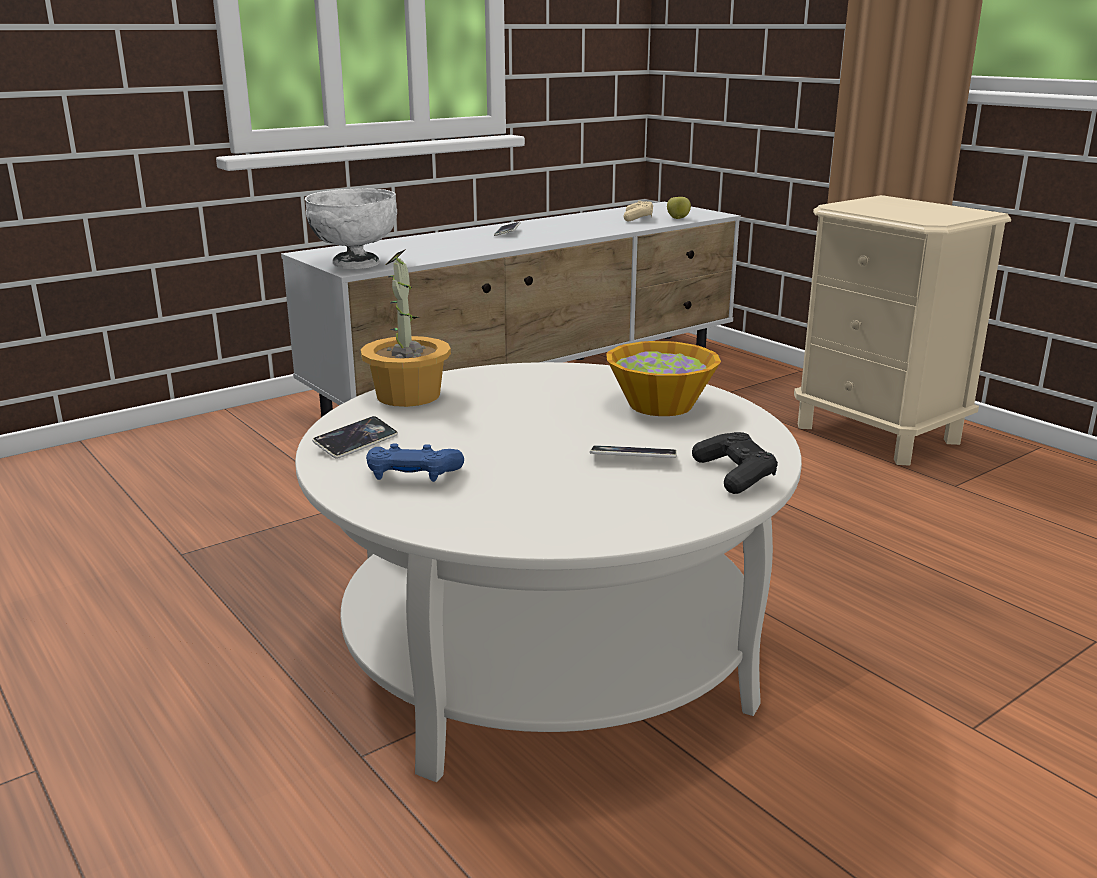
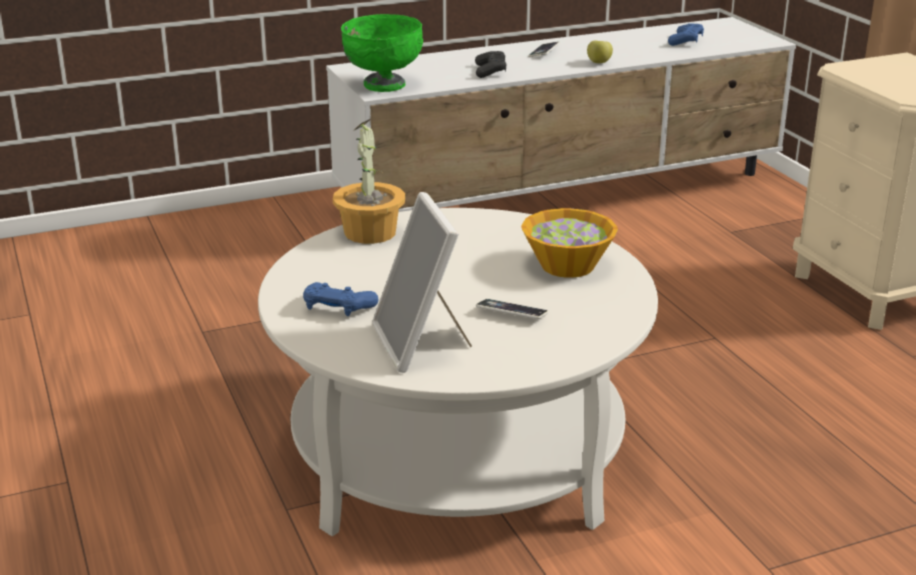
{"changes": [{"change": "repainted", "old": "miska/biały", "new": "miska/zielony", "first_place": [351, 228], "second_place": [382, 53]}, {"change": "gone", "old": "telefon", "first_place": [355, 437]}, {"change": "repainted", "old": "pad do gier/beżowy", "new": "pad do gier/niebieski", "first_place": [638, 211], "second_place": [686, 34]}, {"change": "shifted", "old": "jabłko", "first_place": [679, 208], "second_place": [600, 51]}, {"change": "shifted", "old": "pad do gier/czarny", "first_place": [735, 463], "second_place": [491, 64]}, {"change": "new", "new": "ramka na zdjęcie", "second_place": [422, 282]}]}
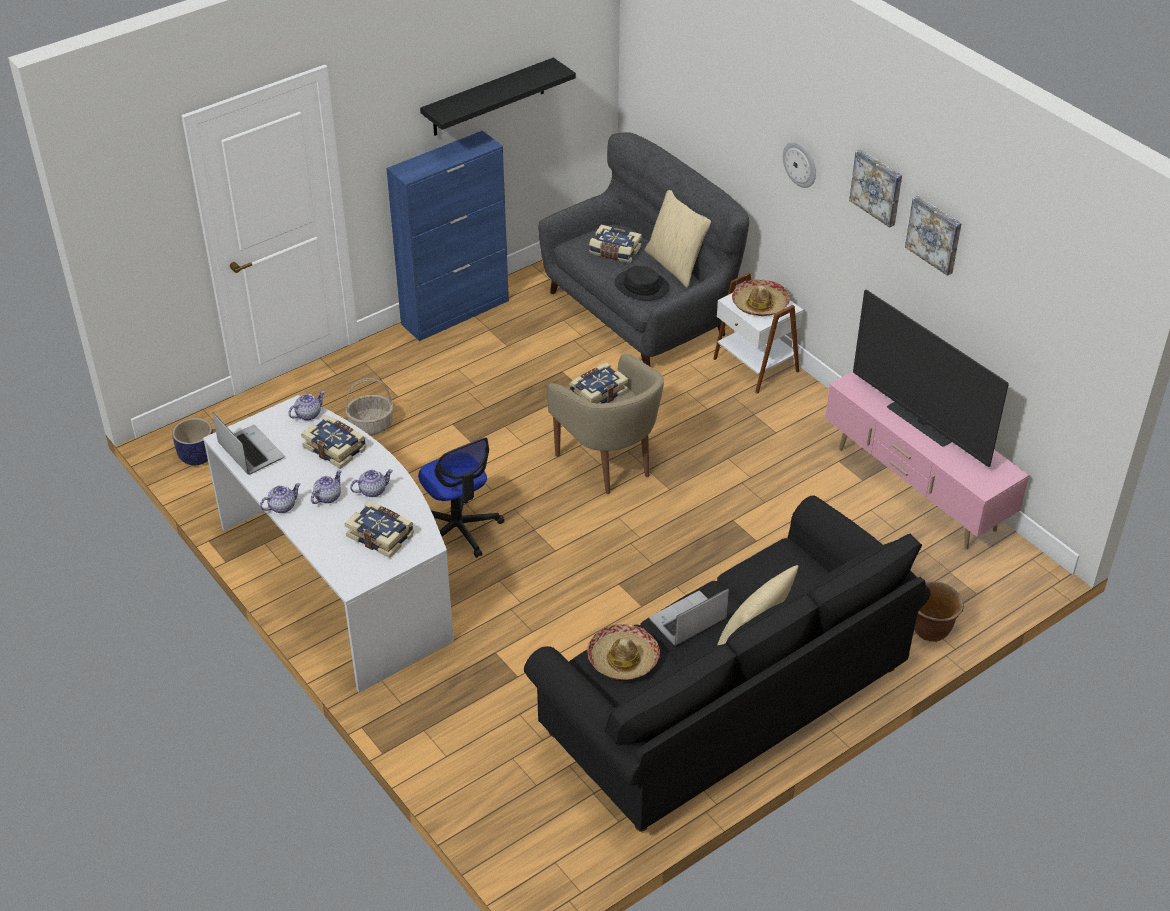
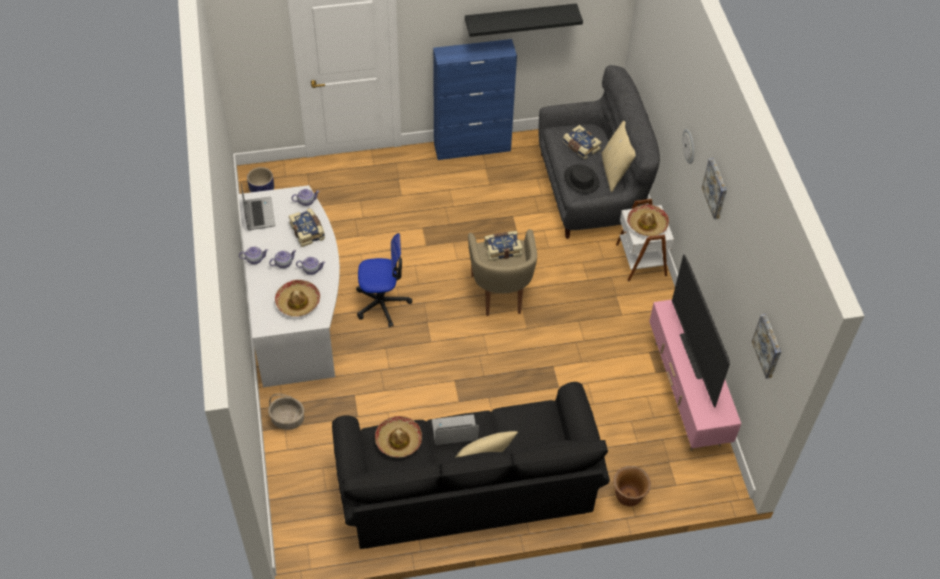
{"changes": [{"change": "swapped", "old": "książka", "new": "kapelusz", "first_place": [379, 529], "second_place": [297, 298]}, {"change": "shifted", "old": "koszyk", "first_place": [369, 406], "second_place": [286, 412]}, {"change": "rotated", "old": "krzesło biurowe", "first_place": [461, 497], "second_place": [384, 280], "degrees": -90}, {"change": "shifted", "old": "obraz", "first_place": [933, 236], "second_place": [766, 346]}]}
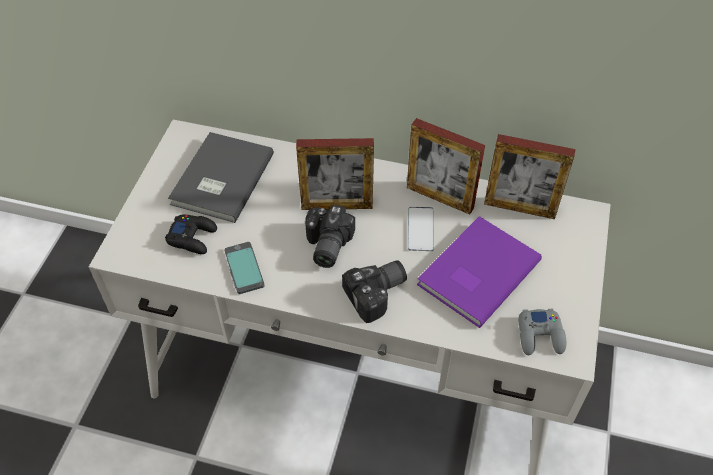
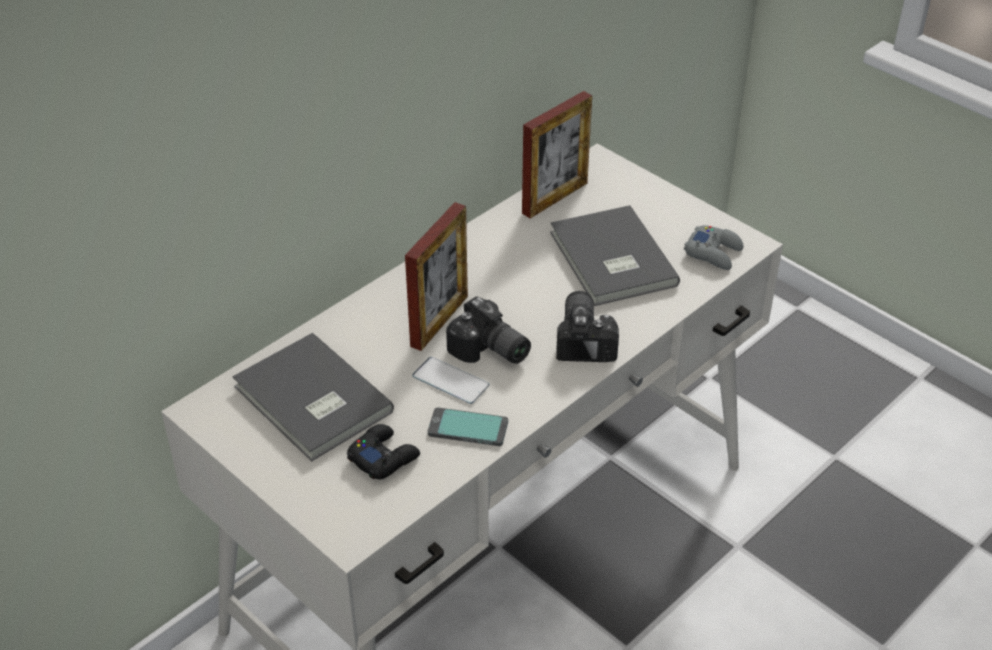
{"changes": [{"change": "gone", "old": "ramka na zdjęcie", "first_place": [446, 166]}, {"change": "shifted", "old": "telefon", "first_place": [421, 229], "second_place": [450, 380]}, {"change": "repainted", "old": "książka/fioletowy", "new": "książka/szary", "first_place": [479, 272], "second_place": [615, 255]}]}
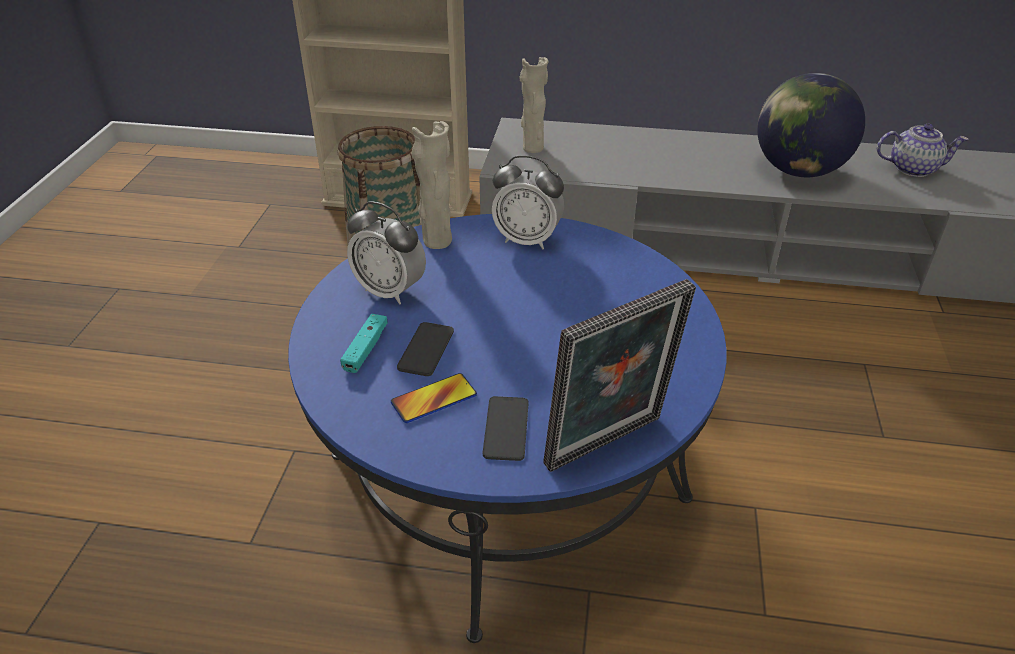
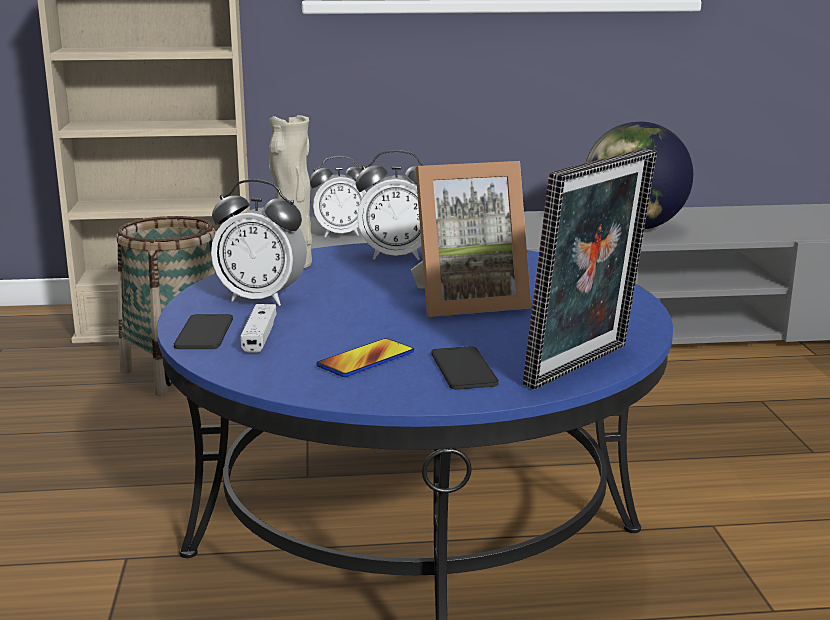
{"changes": [{"change": "repainted", "old": "pad do gier/turkusowy", "new": "pad do gier/biały", "first_place": [364, 343], "second_place": [258, 328]}, {"change": "shifted", "old": "telefon", "first_place": [425, 349], "second_place": [203, 331]}, {"change": "swapped", "old": "wazon/beżowy", "new": "budzik", "first_place": [534, 105], "second_place": [338, 197]}, {"change": "gone", "old": "imbryk", "first_place": [923, 150]}, {"change": "new", "new": "ramka na zdjęcie", "second_place": [471, 239]}]}
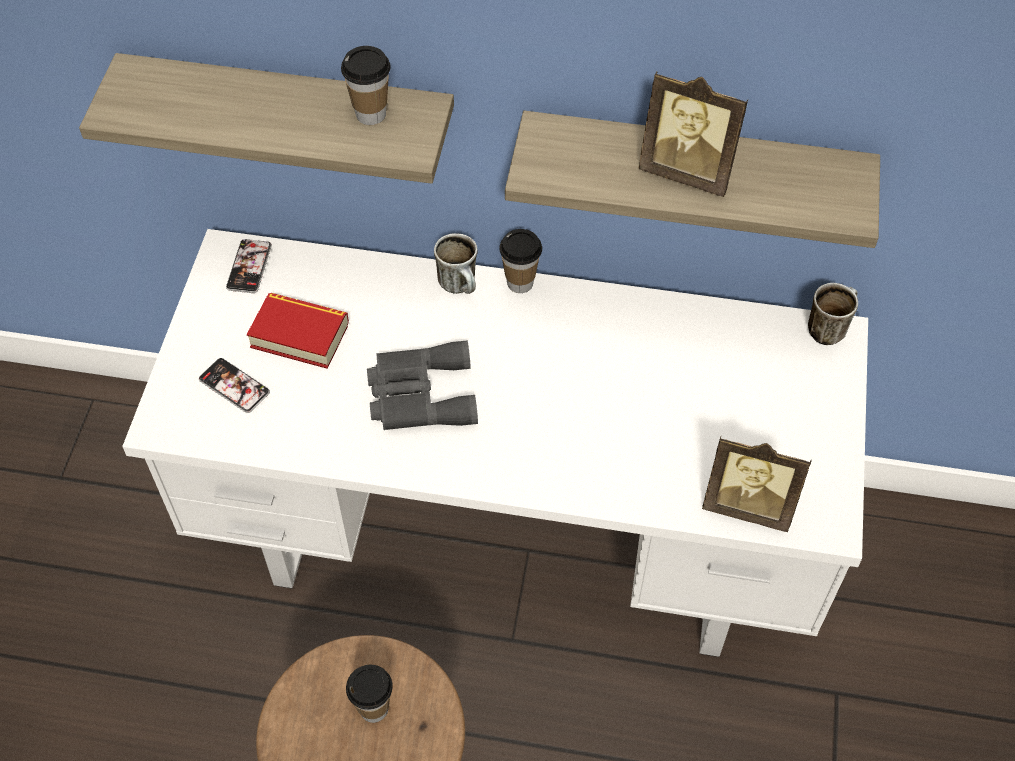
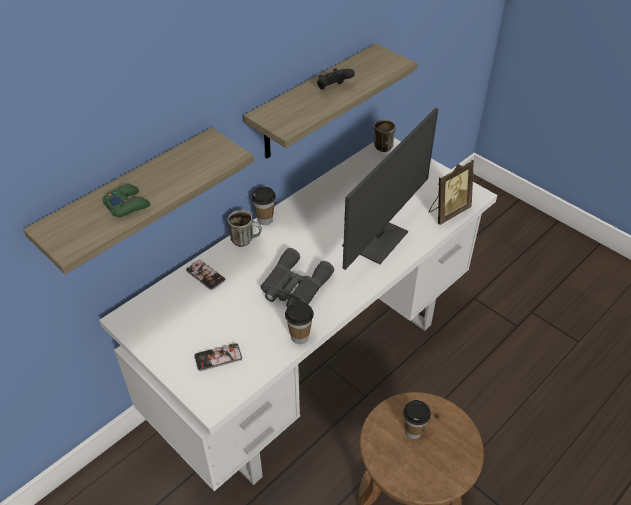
{"changes": [{"change": "shifted", "old": "telefon", "first_place": [249, 266], "second_place": [206, 275]}, {"change": "gone", "old": "książka", "first_place": [298, 331]}, {"change": "shifted", "old": "filiżanka", "first_place": [366, 85], "second_place": [299, 322]}, {"change": "swapped", "old": "ramka na zdjęcie", "new": "pad do gier/czarny", "first_place": [693, 134], "second_place": [336, 78]}, {"change": "new", "new": "pad do gier/zielony", "second_place": [126, 200]}, {"change": "new", "new": "monitor", "second_place": [390, 189]}]}
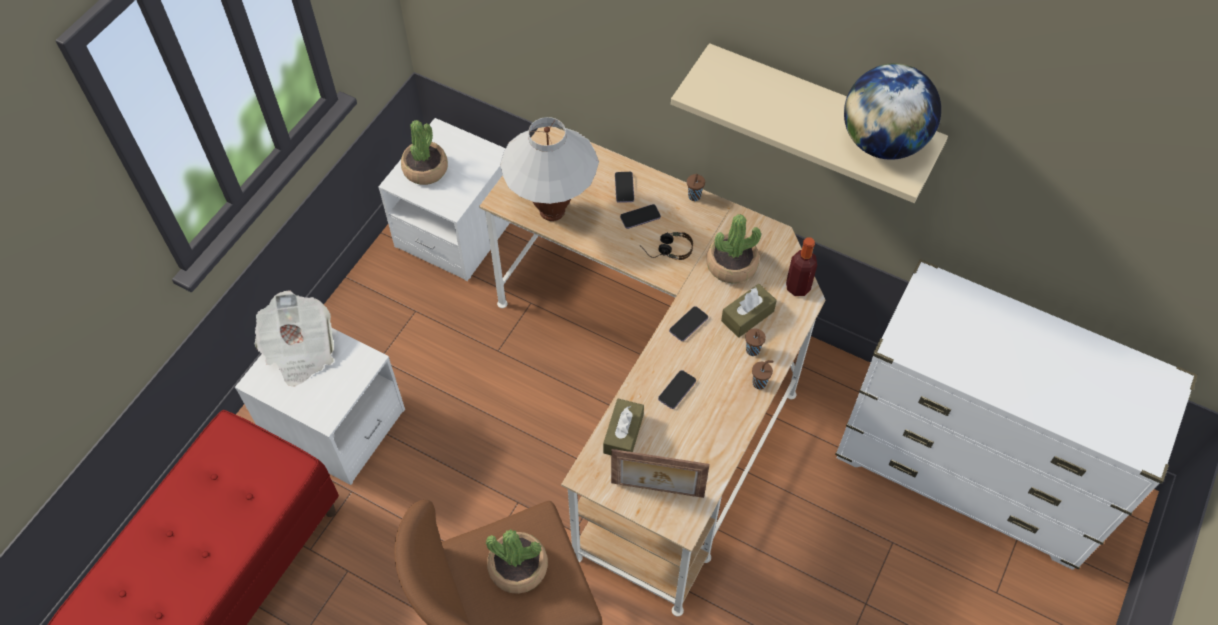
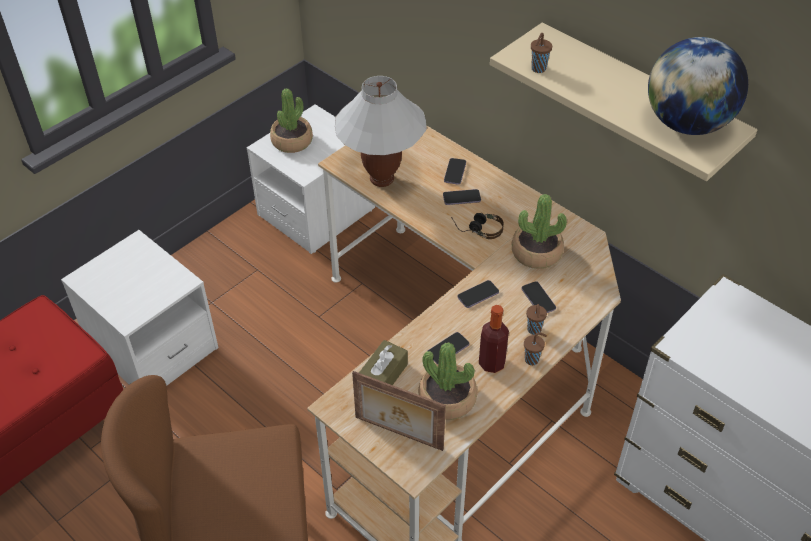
{"changes": [{"change": "gone", "old": "gazeta", "first_place": [294, 338]}, {"change": "shifted", "old": "roślina doniczkowa", "first_place": [517, 561], "second_place": [447, 381]}, {"change": "shifted", "old": "filiżanka/brązowy", "first_place": [696, 187], "second_place": [541, 53]}, {"change": "swapped", "old": "pudełko chusteczek/brązowy", "new": "telefon", "first_place": [749, 311], "second_place": [538, 297]}, {"change": "shifted", "old": "butelka", "first_place": [801, 266], "second_place": [494, 339]}]}
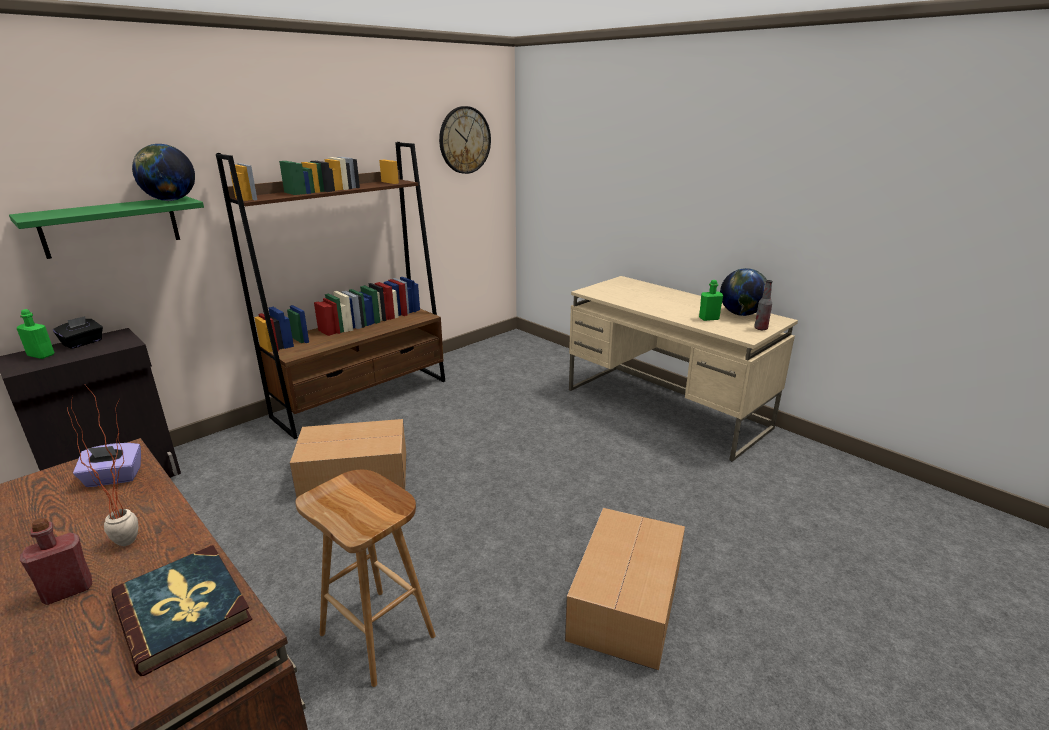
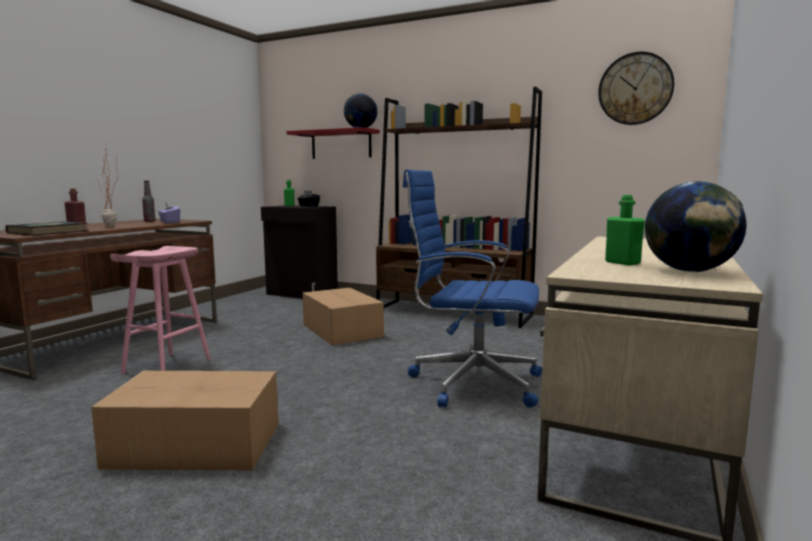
{"changes": [{"change": "repainted", "old": "półka/zielony", "new": "półka/czerwony", "first_place": [106, 227], "second_place": [333, 143]}, {"change": "repainted", "old": "stołek/brązowy", "new": "stołek/różowy", "first_place": [365, 578], "second_place": [160, 310]}, {"change": "shifted", "old": "butelka", "first_place": [763, 305], "second_place": [149, 201]}, {"change": "new", "new": "krzesło biurowe/niebieski", "second_place": [472, 288]}]}
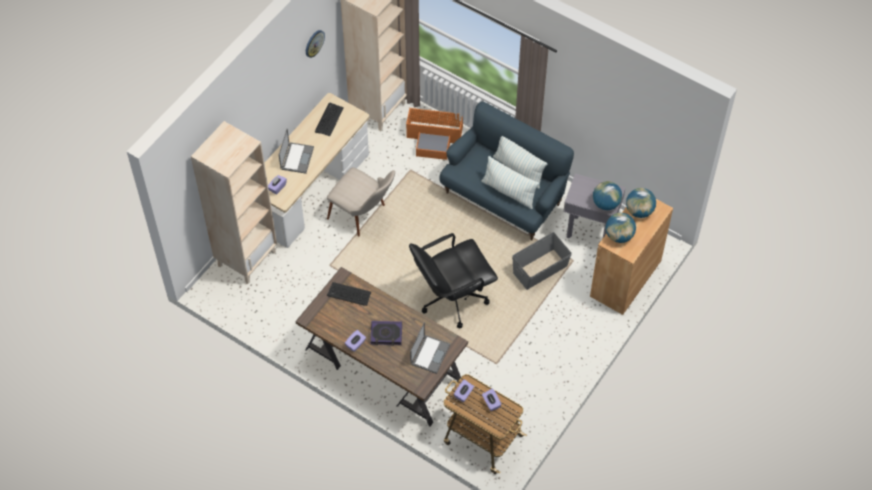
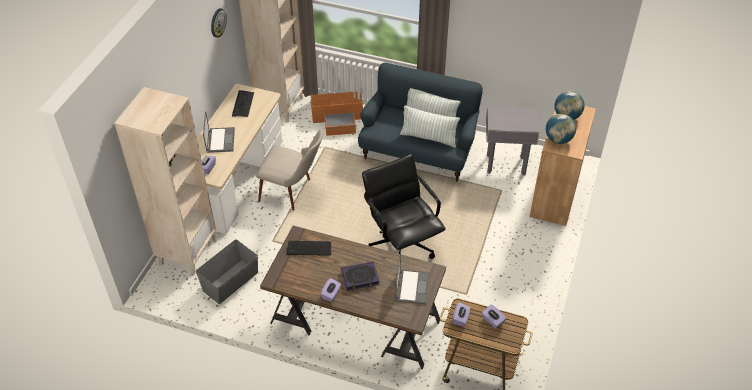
{"changes": [{"change": "rotated", "old": "krzesło biurowe/czarny", "first_place": [453, 280], "second_place": [404, 206], "degrees": 105}, {"change": "shifted", "old": "pojemnik do przechowywania/szary", "first_place": [542, 261], "second_place": [227, 271]}, {"change": "gone", "old": "globus", "first_place": [607, 195]}]}
